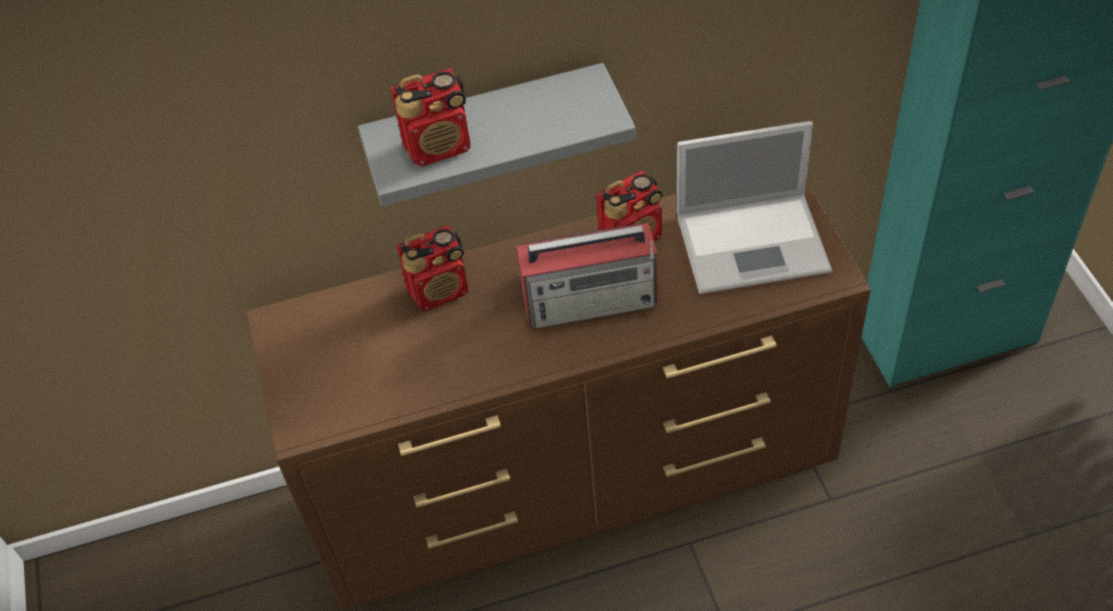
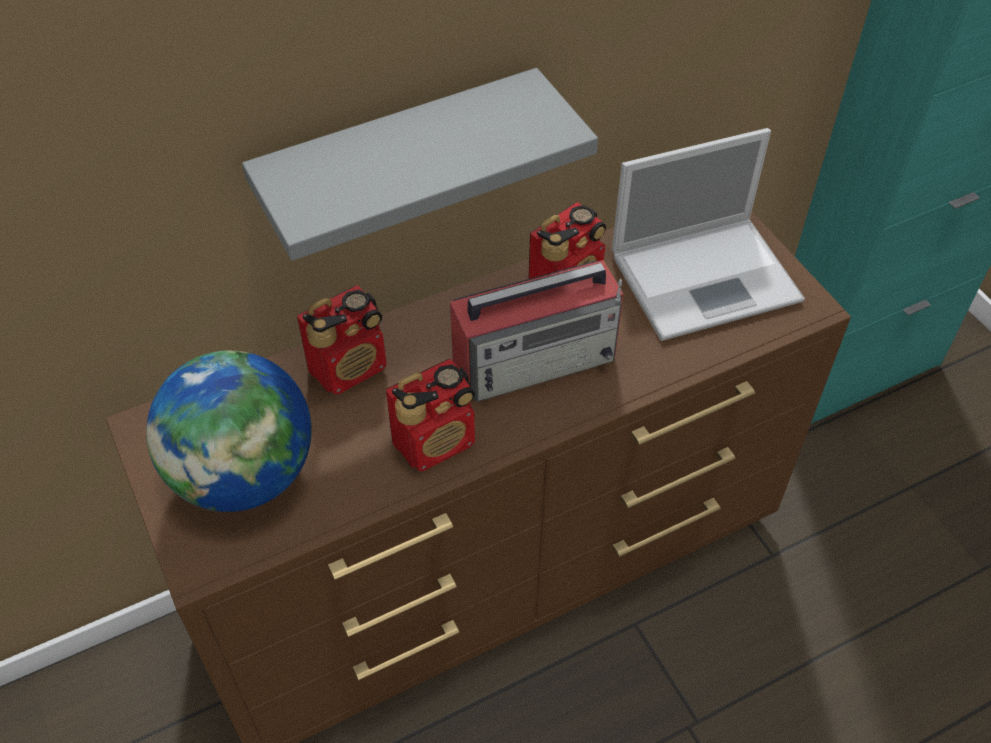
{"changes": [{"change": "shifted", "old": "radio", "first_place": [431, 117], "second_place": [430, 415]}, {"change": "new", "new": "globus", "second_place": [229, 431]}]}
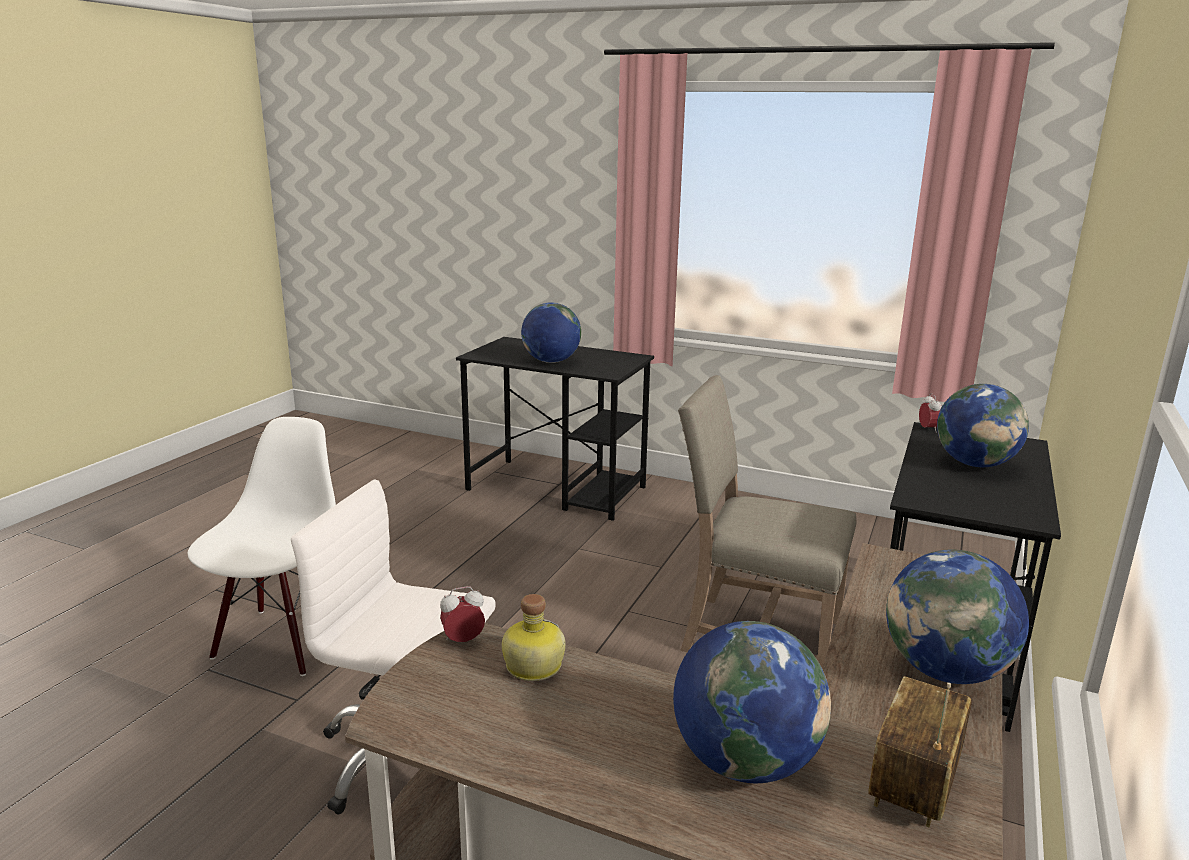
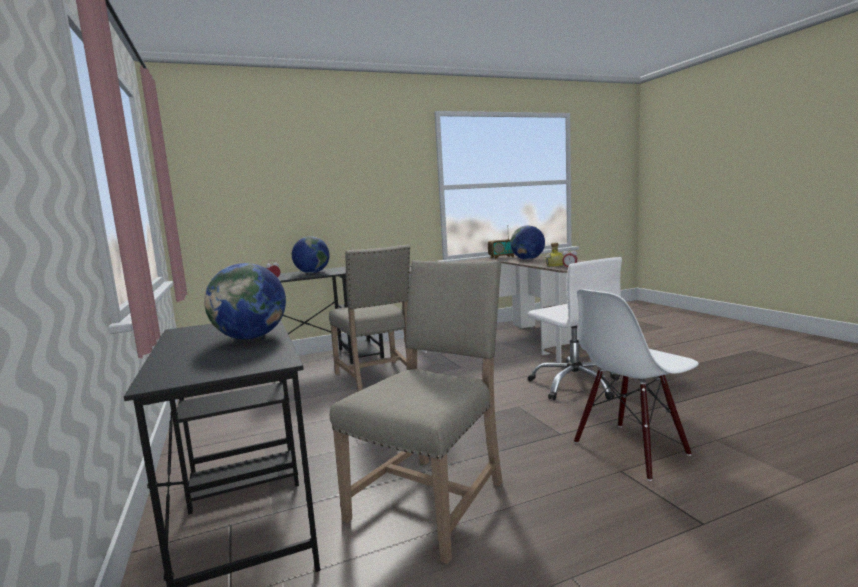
{"changes": [{"change": "gone", "old": "globus", "first_place": [957, 616]}, {"change": "new", "new": "krzesło/beżowy", "second_place": [416, 412]}]}
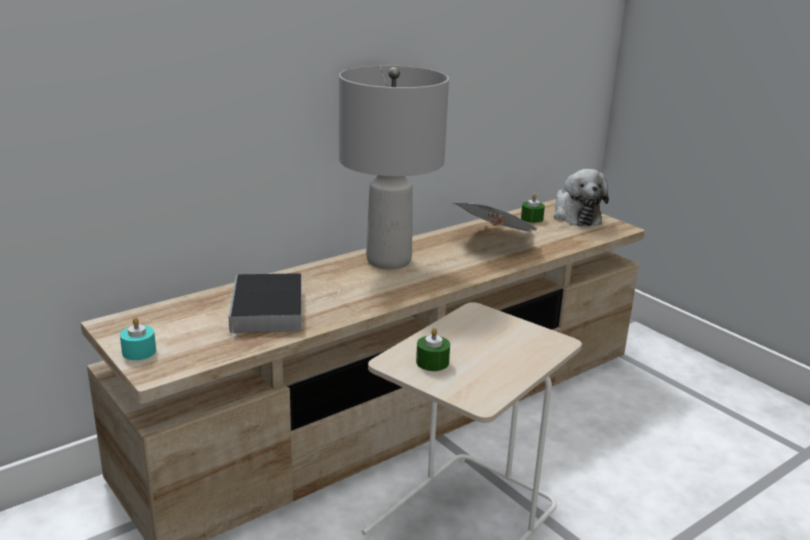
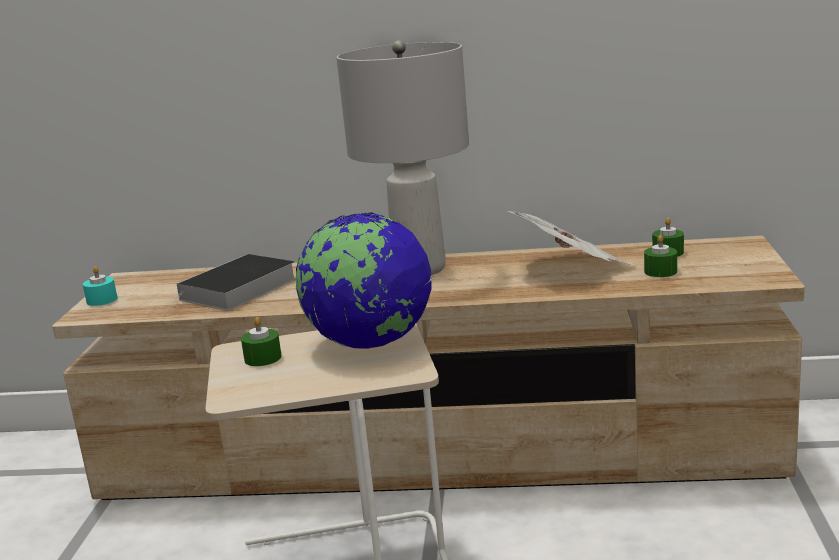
{"changes": [{"change": "gone", "old": "pluszak", "first_place": [581, 197]}, {"change": "new", "new": "globus", "second_place": [363, 280]}, {"change": "new", "new": "świeca/zielony", "second_place": [660, 256]}]}
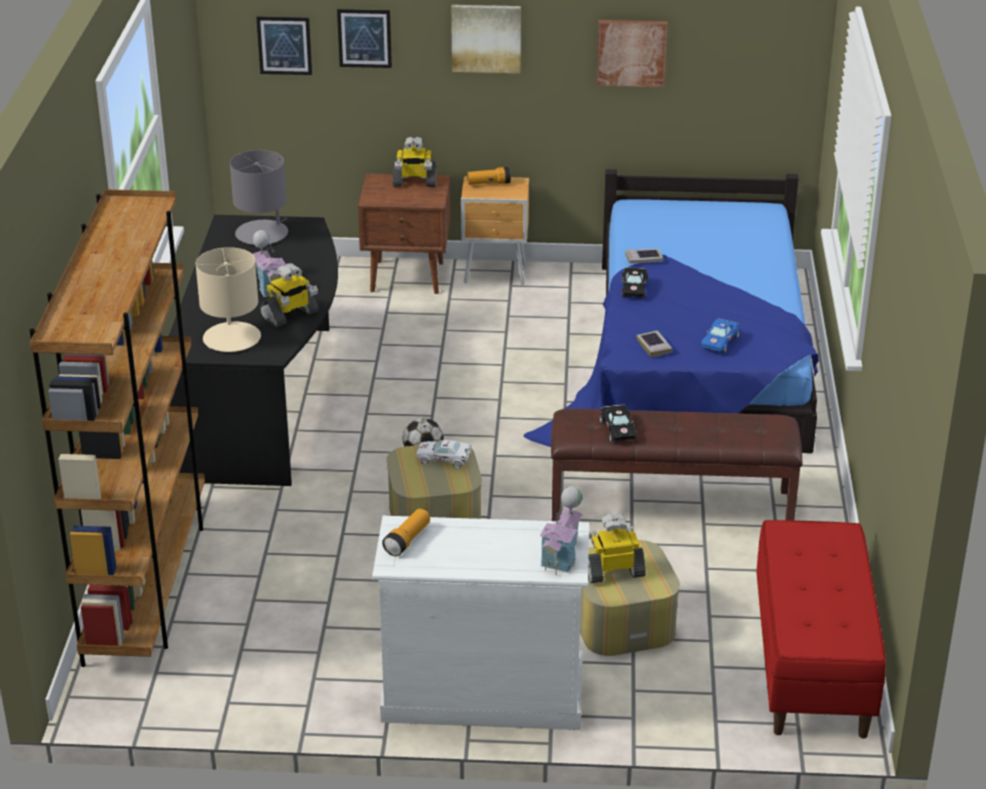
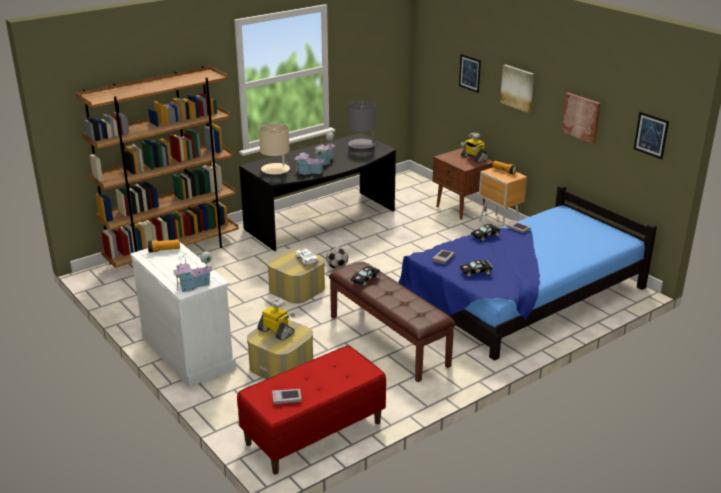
{"changes": [{"change": "shifted", "old": "obraz", "first_place": [284, 45], "second_place": [651, 135]}, {"change": "swapped", "old": "robot zabawkowy", "new": "domek", "first_place": [289, 295], "second_place": [310, 160]}, {"change": "repainted", "old": "samochodzik/niebieski", "new": "samochodzik/czarny", "first_place": [720, 335], "second_place": [476, 268]}, {"change": "new", "new": "książka", "second_place": [287, 396]}]}
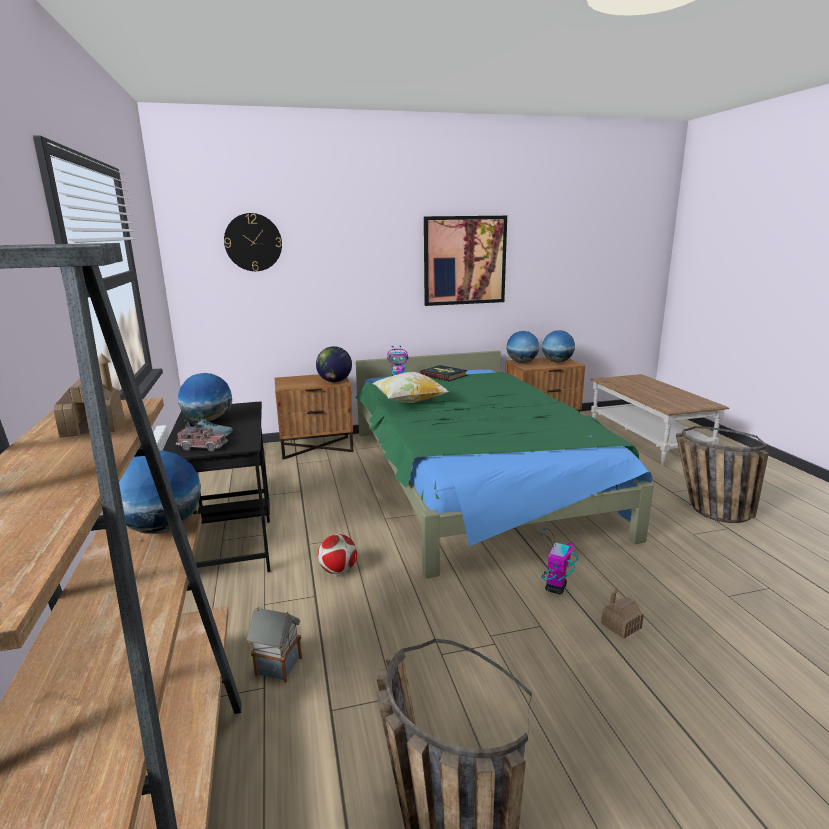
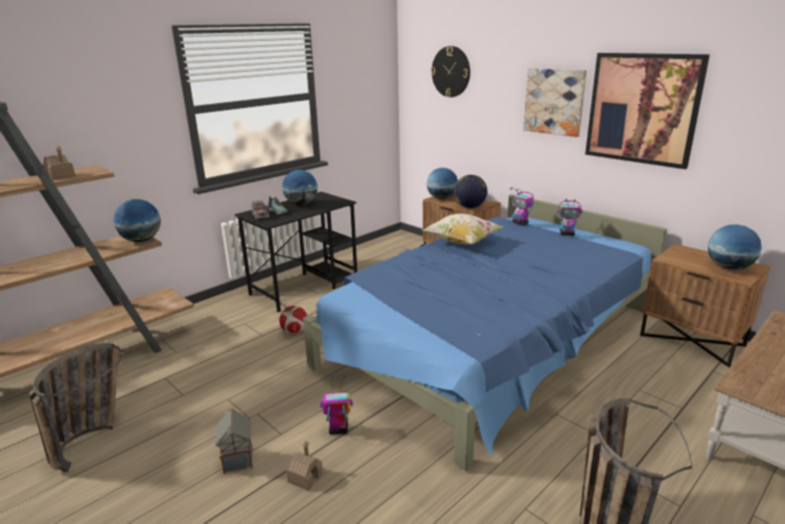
{"changes": [{"change": "shifted", "old": "domek", "first_place": [274, 644], "second_place": [234, 441]}, {"change": "repainted", "old": "łóżko/zielony", "new": "łóżko/niebieski", "first_place": [504, 465], "second_place": [485, 332]}, {"change": "swapped", "old": "książka", "new": "robot zabawkowy", "first_place": [444, 373], "second_place": [570, 217]}, {"change": "shifted", "old": "globus", "first_place": [523, 347], "second_place": [442, 183]}, {"change": "new", "new": "obraz", "second_place": [555, 102]}]}
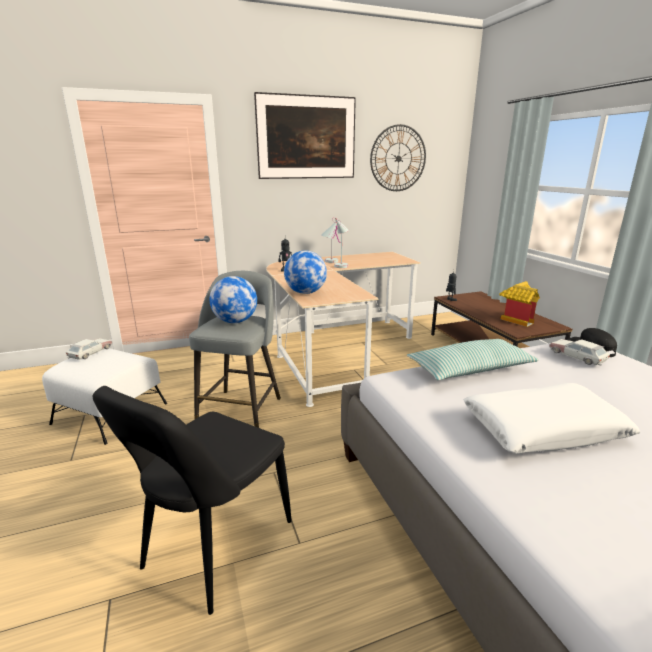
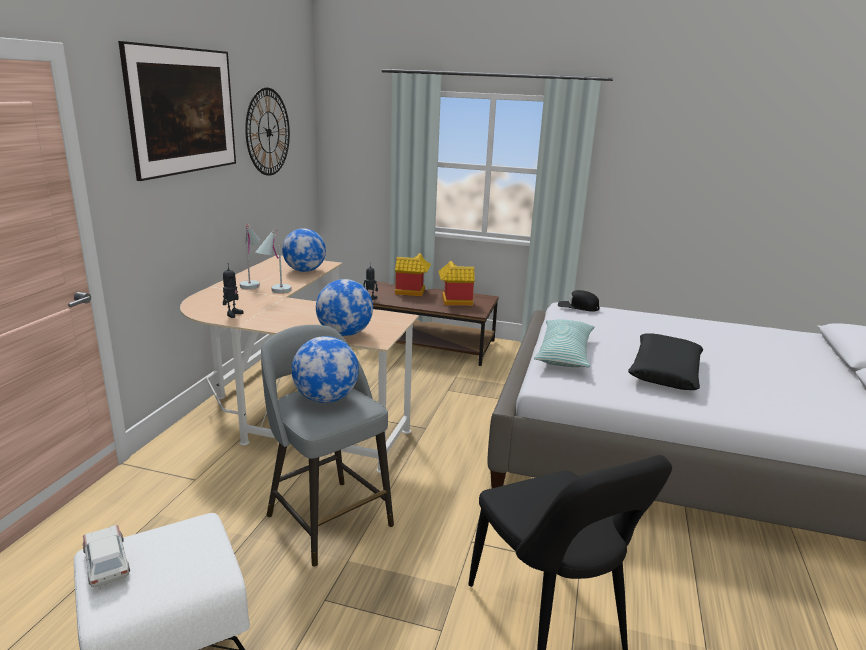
{"changes": [{"change": "repainted", "old": "poduszka/biały", "new": "poduszka/czarny", "first_place": [551, 418], "second_place": [665, 362]}, {"change": "gone", "old": "samochodzik", "first_place": [579, 352]}, {"change": "new", "new": "globus", "second_place": [304, 250]}, {"change": "new", "new": "domek", "second_place": [413, 274]}]}
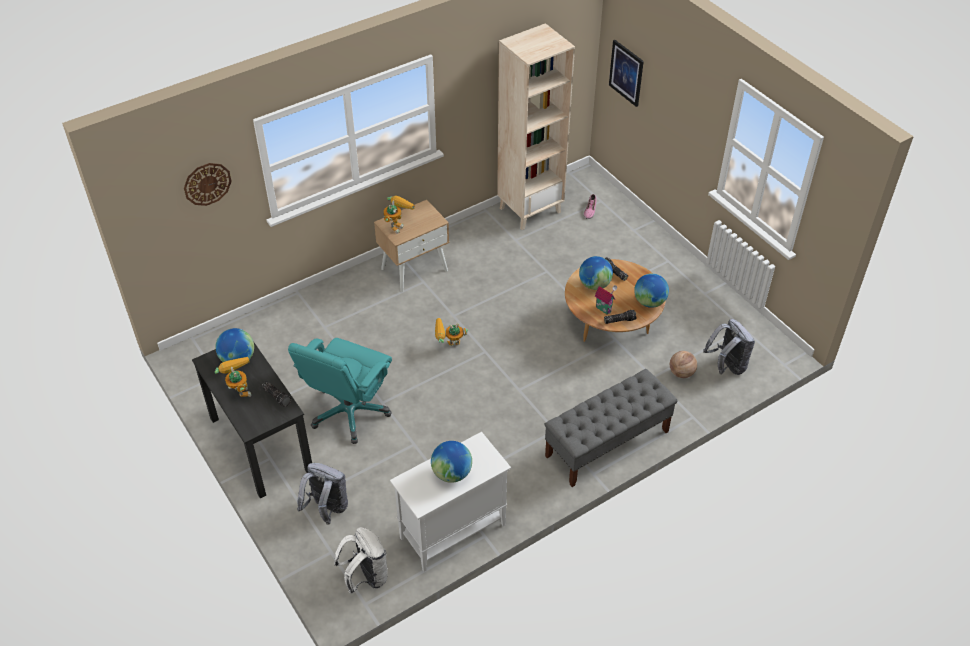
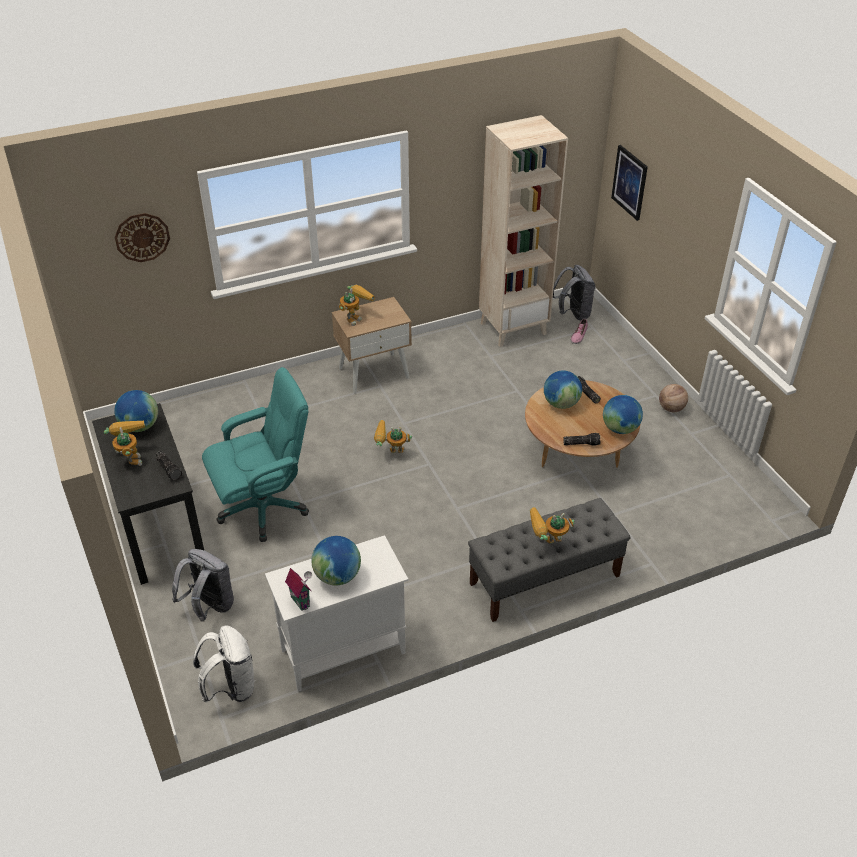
{"changes": [{"change": "rotated", "old": "krzesło biurowe/turkusowy", "first_place": [340, 391], "second_place": [255, 454], "degrees": -150}, {"change": "shifted", "old": "domek", "first_place": [606, 299], "second_place": [298, 589]}, {"change": "shifted", "old": "piłka do koszykówki", "first_place": [683, 364], "second_place": [673, 398]}, {"change": "shifted", "old": "plecak/szary", "first_place": [729, 347], "second_place": [574, 293]}, {"change": "new", "new": "robot zabawkowy", "second_place": [552, 525]}]}
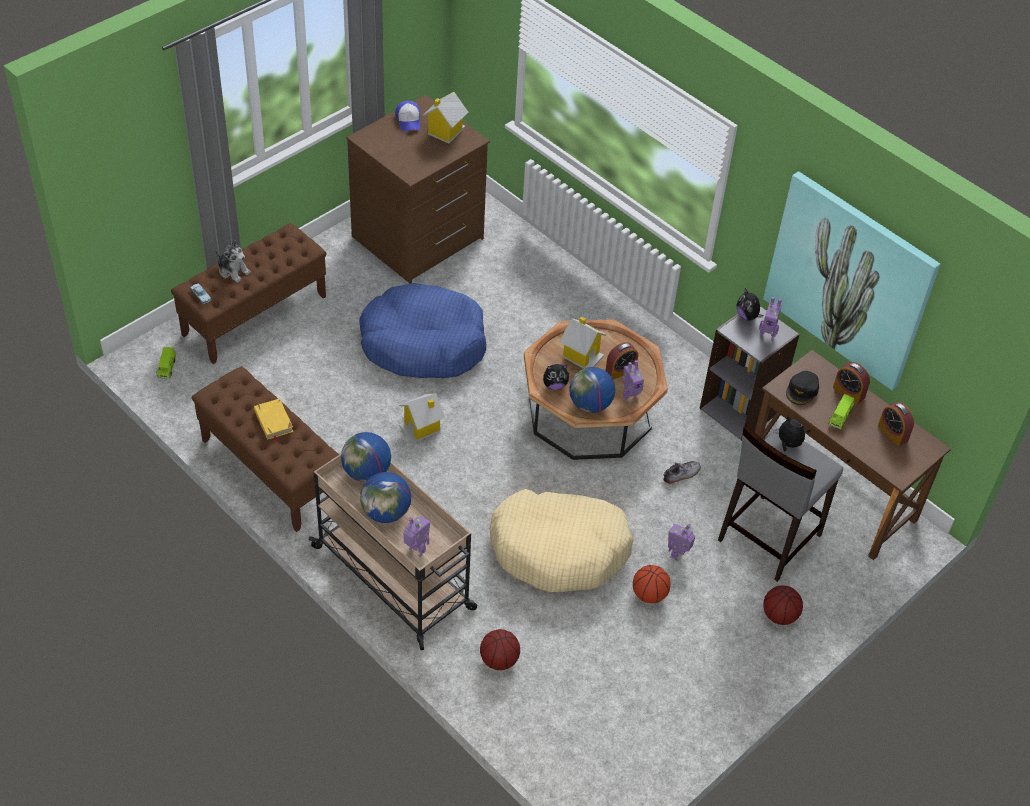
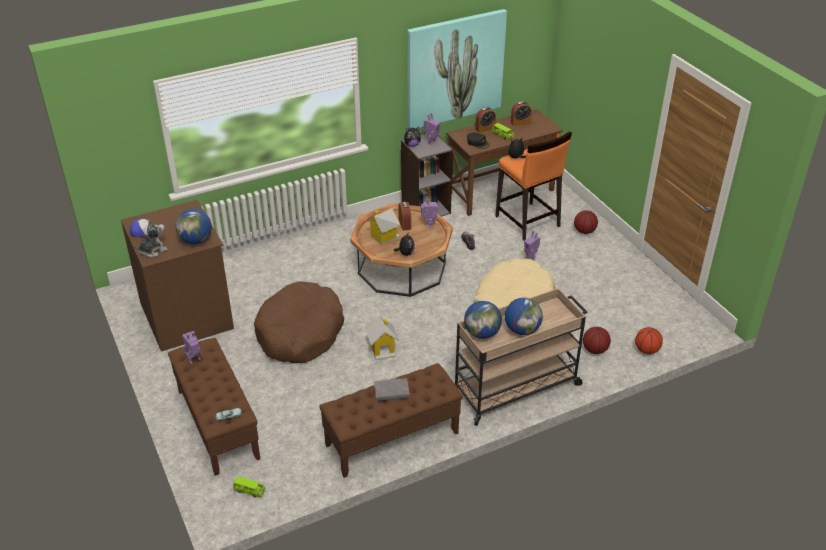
{"changes": [{"change": "shifted", "old": "pluszak", "first_place": [233, 261], "second_place": [150, 238]}, {"change": "repainted", "old": "książka/żółty", "new": "książka/szary", "first_place": [273, 420], "second_place": [394, 389]}, {"change": "repainted", "old": "legowisko/niebieski", "new": "legowisko/brązowy", "first_place": [422, 330], "second_place": [299, 322]}, {"change": "shifted", "old": "robot zabawkowy", "first_place": [416, 536], "second_place": [191, 347]}, {"change": "gone", "old": "domek", "first_place": [445, 118]}, {"change": "shifted", "old": "globus", "first_place": [592, 390], "second_place": [193, 226]}, {"change": "shifted", "old": "piłka do koszykówki", "first_place": [652, 584], "second_place": [649, 340]}, {"change": "repainted", "old": "stołek/szary", "new": "stołek/pomarańczowy", "first_place": [780, 503], "second_place": [533, 186]}]}
